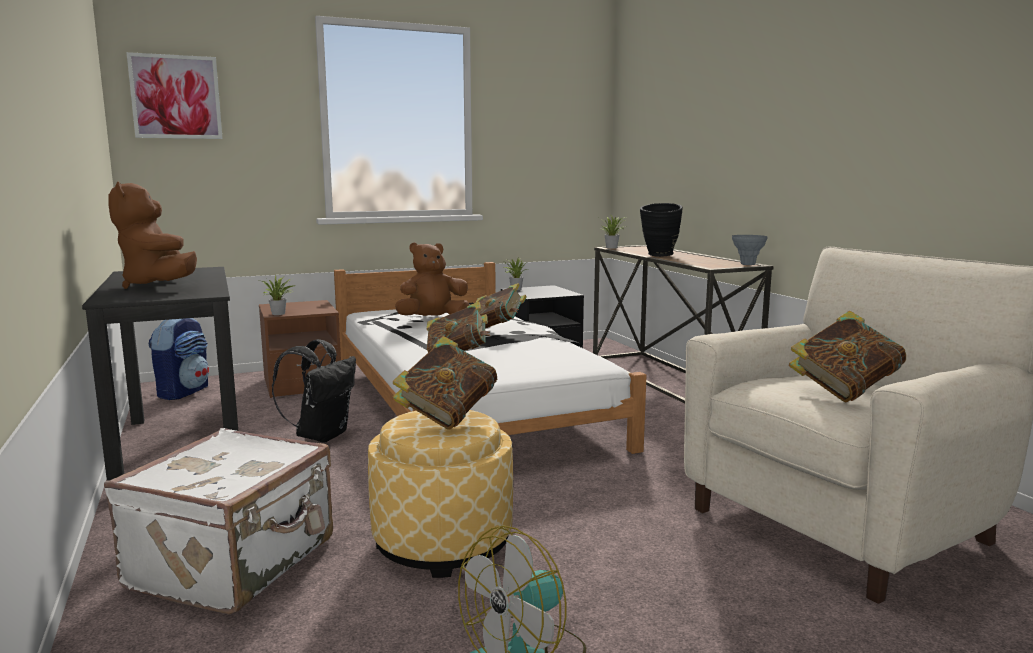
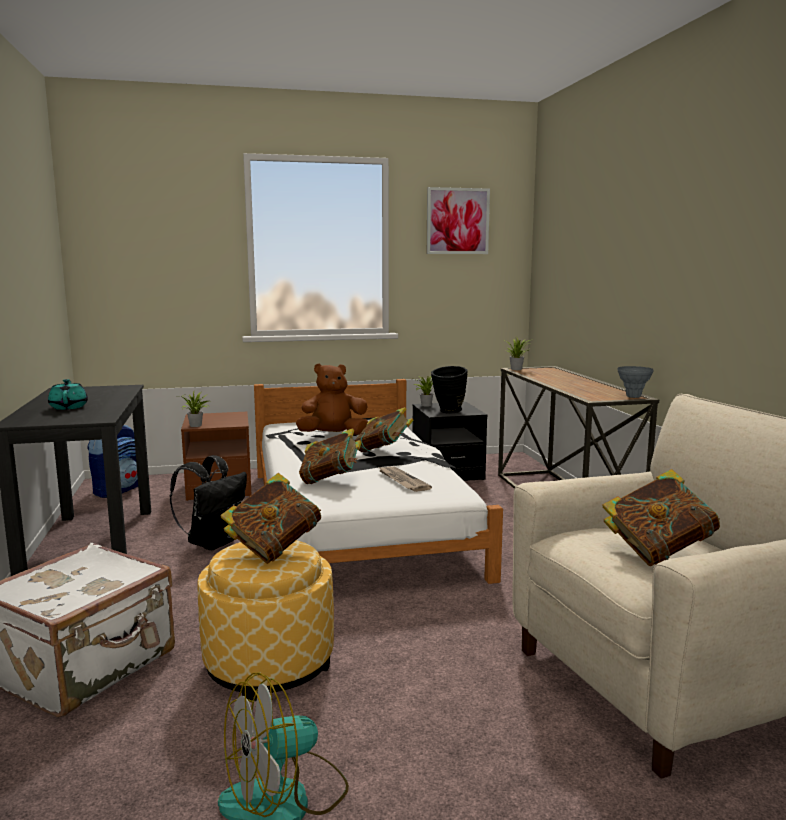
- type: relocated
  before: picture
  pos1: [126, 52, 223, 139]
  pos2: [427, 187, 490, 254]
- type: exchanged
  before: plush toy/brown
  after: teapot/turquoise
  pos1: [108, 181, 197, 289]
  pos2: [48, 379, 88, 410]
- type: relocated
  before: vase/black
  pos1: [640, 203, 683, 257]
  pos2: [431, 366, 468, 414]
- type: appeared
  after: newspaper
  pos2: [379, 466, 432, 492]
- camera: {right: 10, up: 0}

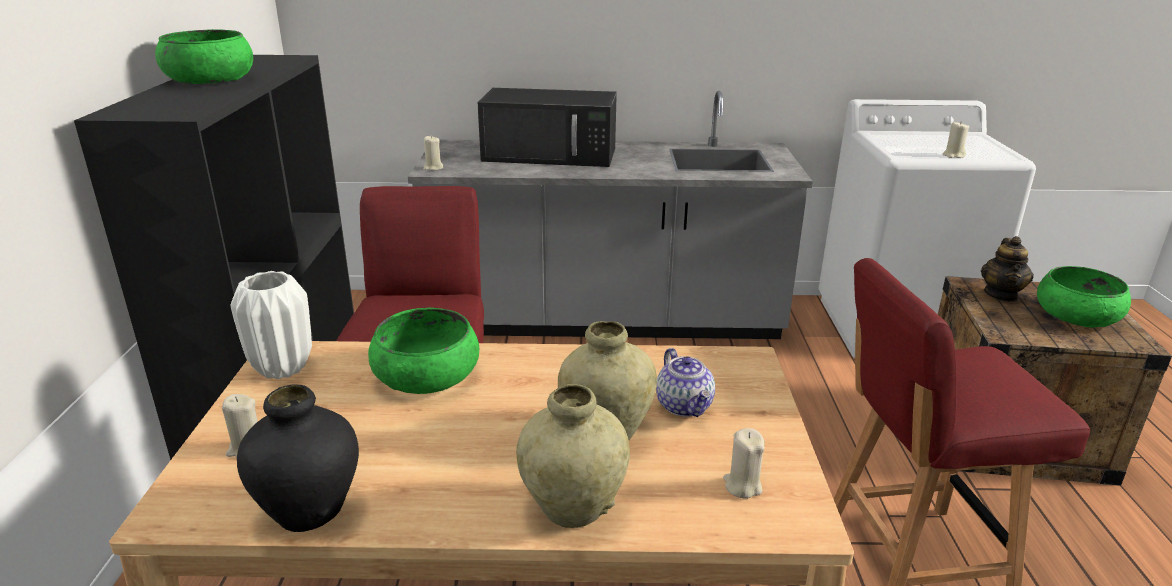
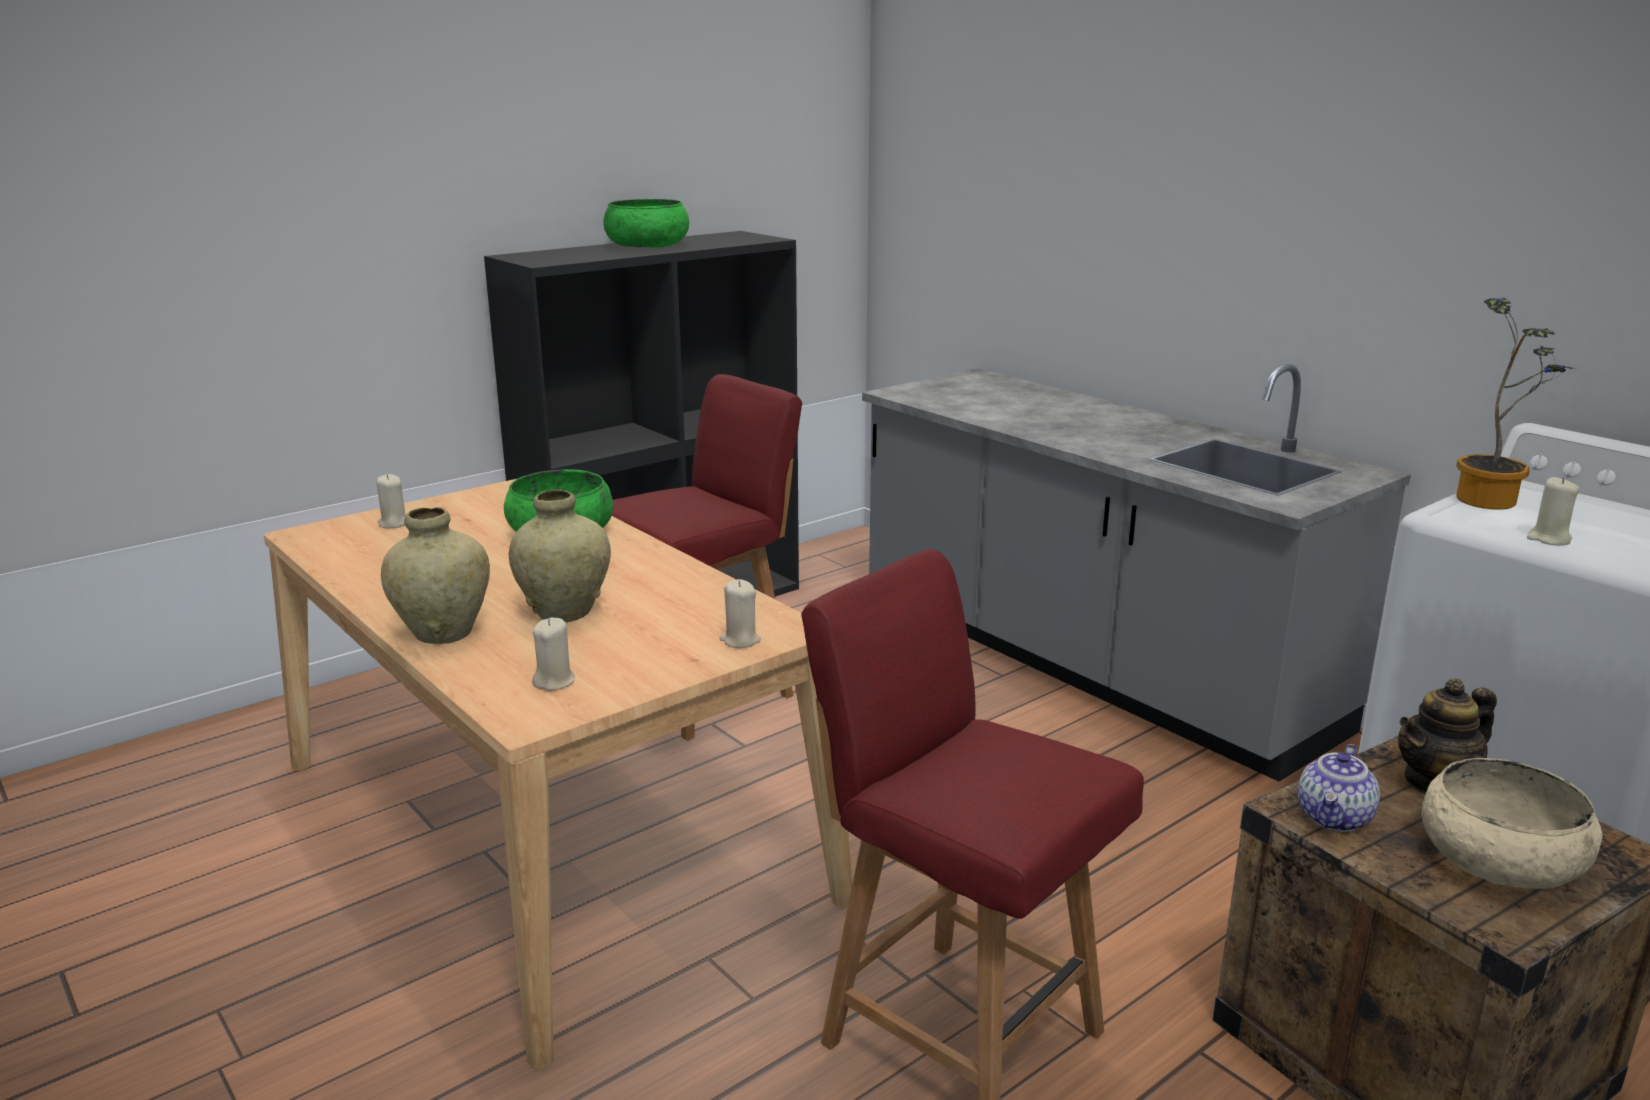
- type: missing
  before: microwave/black
  pos1: [478, 88, 617, 167]
- type: relocated
  before: candle/beige
  pos1: [423, 136, 443, 170]
  pos2: [720, 579, 761, 648]
- type: colour
  before: bowl/green
  after: bowl/beige
  pos1: [1037, 266, 1131, 328]
  pos2: [1422, 758, 1603, 889]
- type: missing
  before: vase/white
  pos1: [230, 271, 312, 379]
- type: relocated
  before: teapot
  pos1: [656, 348, 715, 417]
  pos2: [1298, 744, 1380, 832]
- type: missing
  before: vase/black
  pos1: [237, 384, 359, 532]
- type: appeared
  after: potted plant
  pos2: [1456, 298, 1577, 510]
- camera: {right: 50, up: -5}

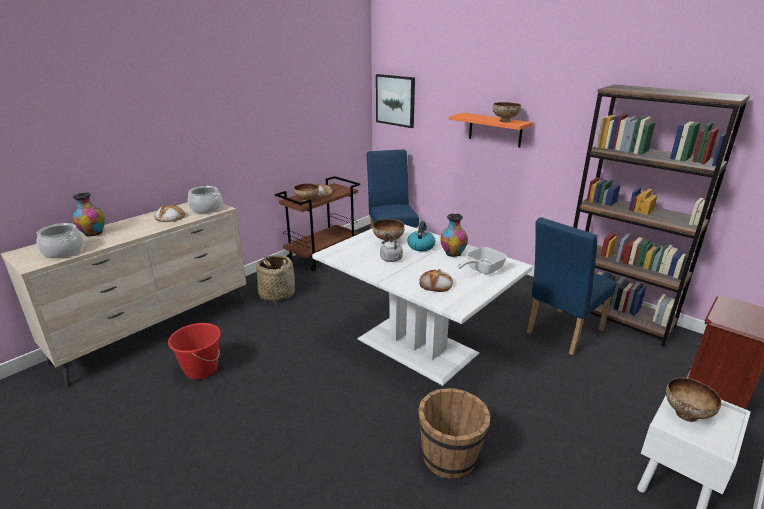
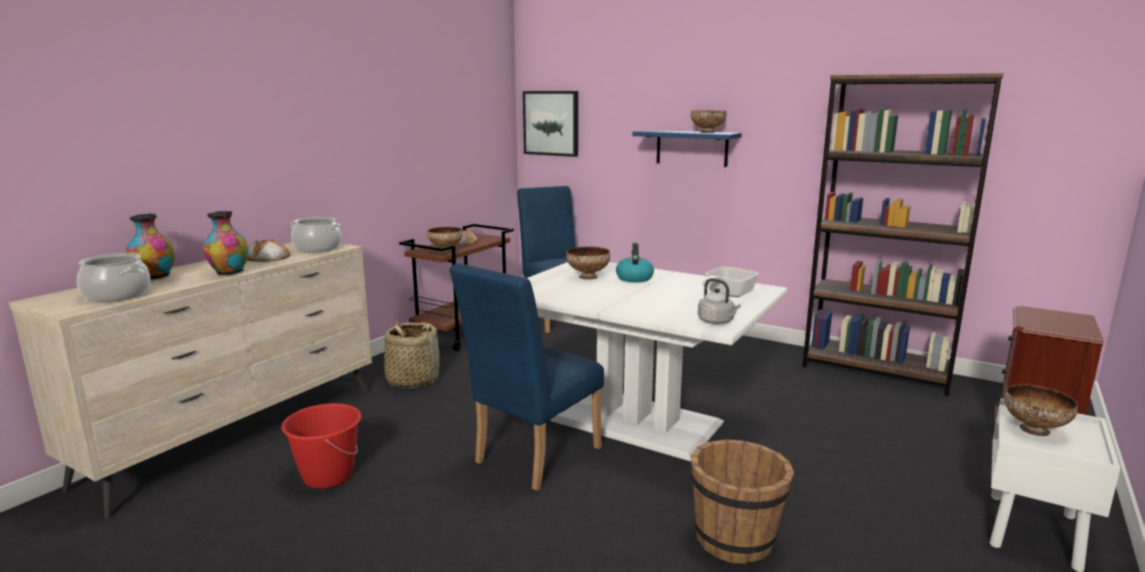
- type: colour
  before: shelf/orange
  after: shelf/blue
  pos1: [449, 113, 533, 147]
  pos2: [632, 130, 741, 167]
- type: relocated
  before: vase
  pos1: [440, 214, 468, 257]
  pos2: [203, 211, 249, 275]
- type: relocated
  before: chair/blue
  pos1: [527, 217, 616, 355]
  pos2: [449, 263, 604, 491]
- type: relocated
  before: kettle/grey
  pos1: [380, 233, 403, 262]
  pos2: [698, 278, 741, 324]
- type: missing
  before: bread
  pos1: [419, 269, 453, 292]
- camera: {right: -10, up: -10}

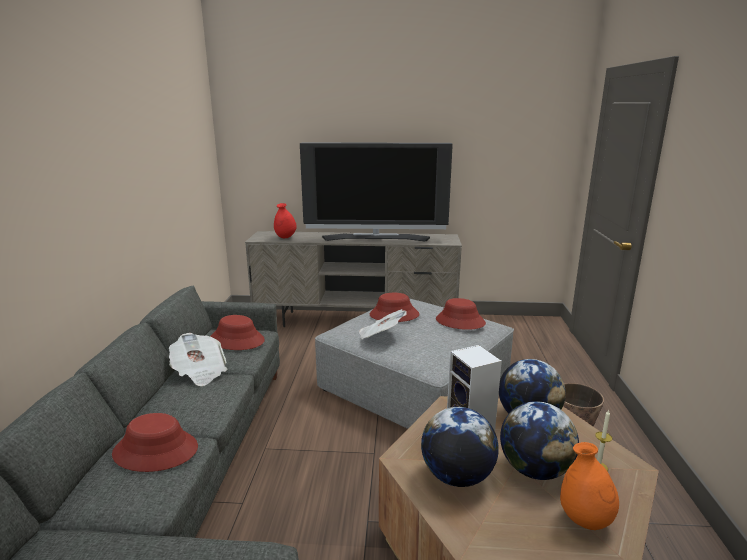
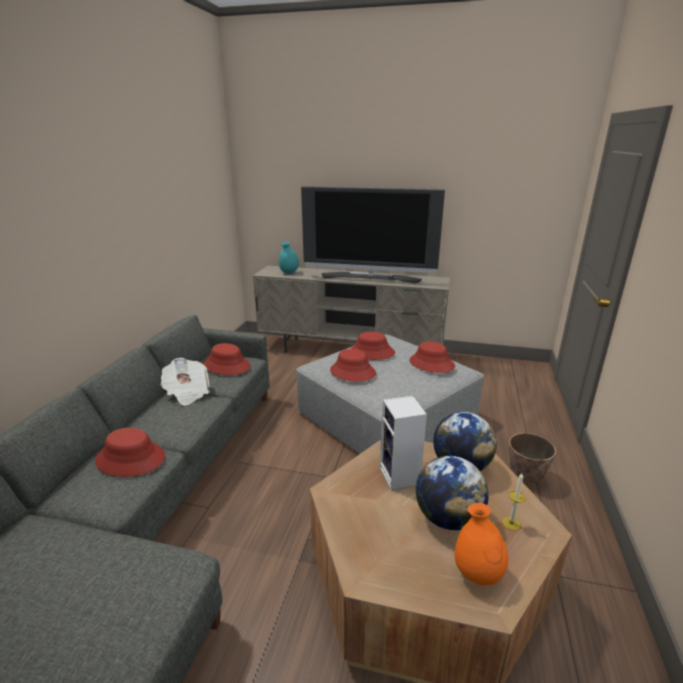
- type: colour
  before: vase/red
  after: vase/turquoise
  pos1: [274, 203, 297, 238]
  pos2: [279, 242, 299, 274]
- type: exchanged
  before: newspaper
  after: hat/red
  pos1: [359, 309, 407, 340]
  pos2: [330, 349, 376, 382]
- type: missing
  before: globe
  pos1: [421, 407, 499, 487]
- camera: {right: 10, up: 5}

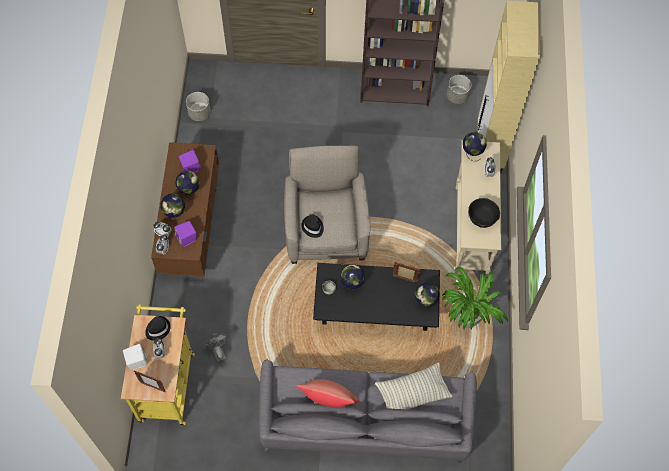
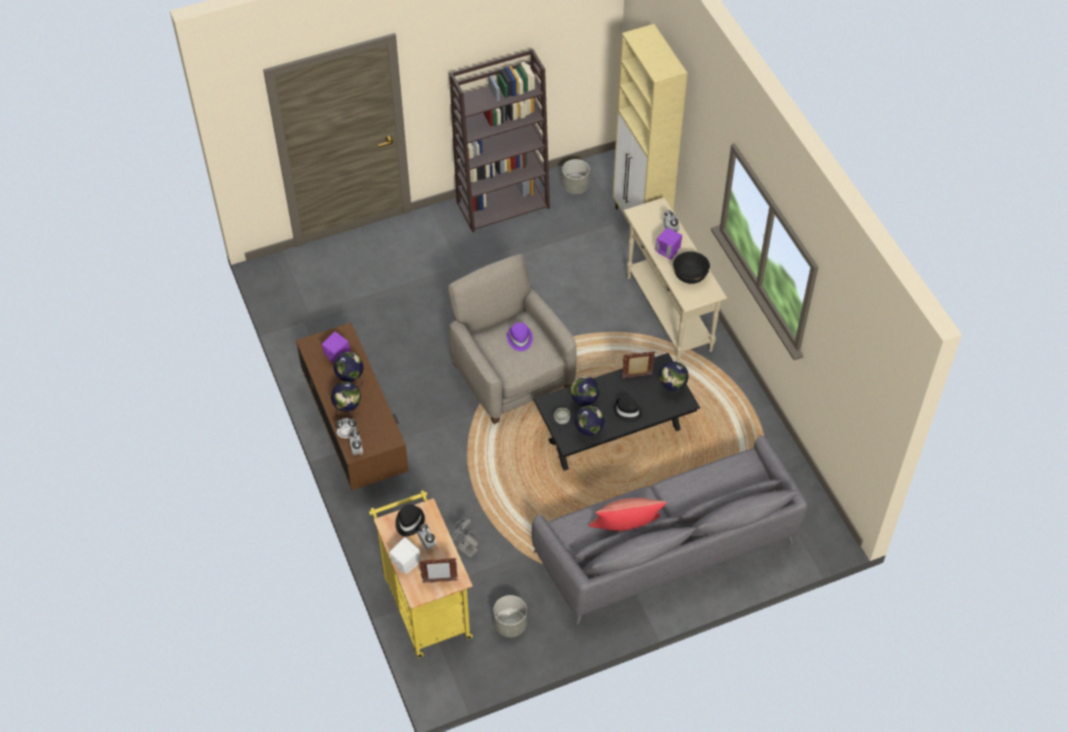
- type: relocated
  before: planter/grey
  pos1: [186, 92, 211, 121]
  pos2: [493, 595, 527, 637]
- type: relocated
  before: globe
  pos1: [463, 132, 487, 161]
  pos2: [575, 406, 605, 442]
- type: relocated
  before: hat/black
  pos1: [301, 215, 324, 238]
  pos2: [614, 395, 643, 422]
- type: relocated
  before: speaker/purple
  pos1: [175, 221, 197, 246]
  pos2: [655, 228, 682, 260]
- type: missing
  before: potted plant
  pos1: [442, 267, 508, 329]
- type: missing
  before: pillow
  pos1: [375, 363, 452, 409]
- type: appeared
  after: hat/purple
  pos2: [507, 322, 533, 351]
- camera: {right: -25, up: -10}

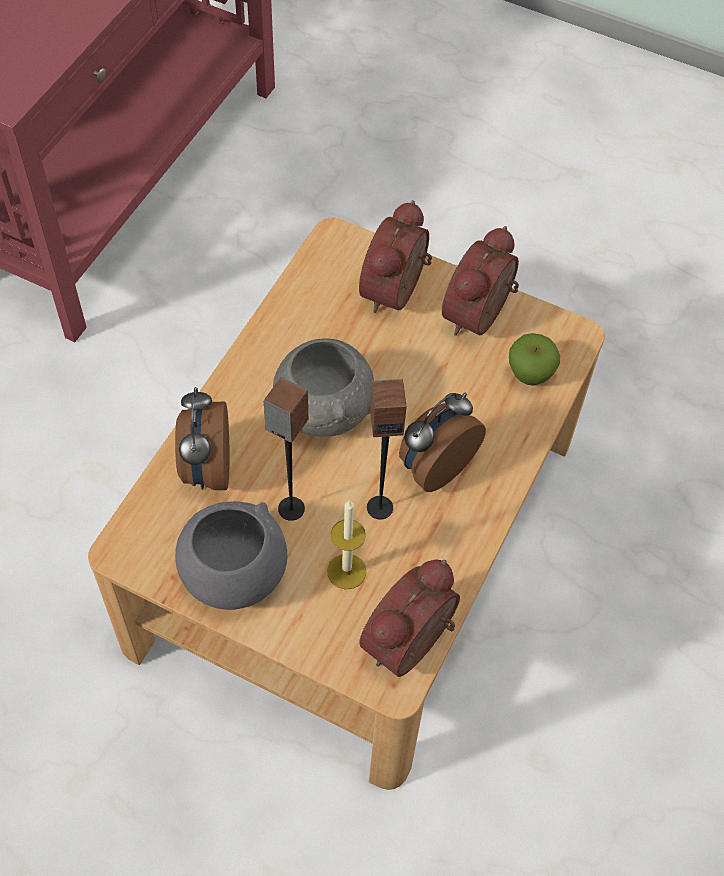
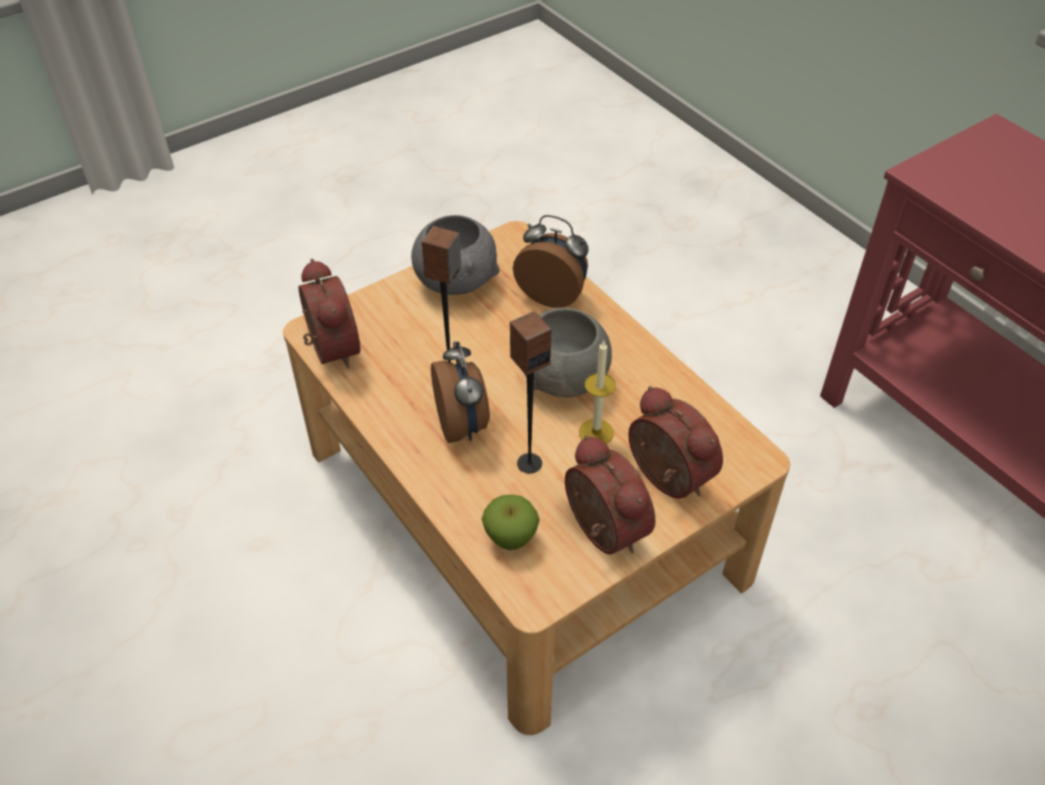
- type: relocated
  before: speaker
  pos1: [264, 377, 308, 521]
  pos2: [510, 311, 551, 473]
- type: relocated
  before: candle
  pos1: [327, 500, 367, 589]
  pos2: [579, 341, 616, 444]
- camera: {right: 120, up: -10}

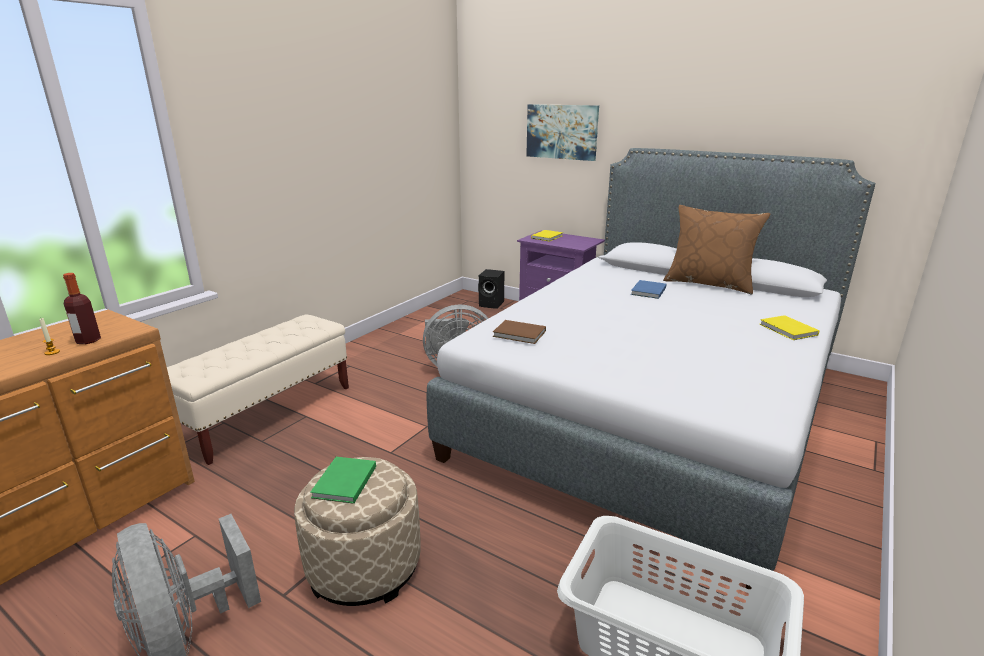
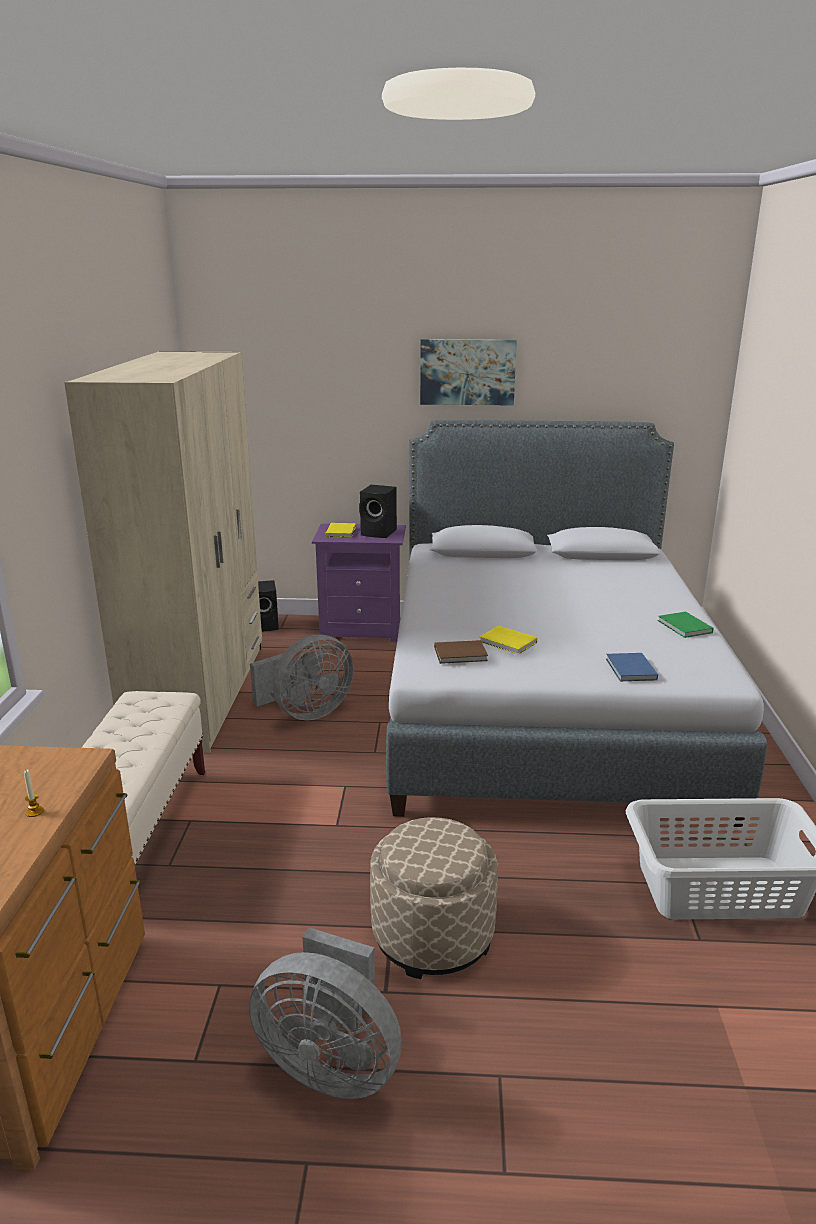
- type: relocated
  before: picture
  pos1: [526, 104, 599, 161]
  pos2: [420, 339, 517, 405]
- type: missing
  before: pillow/brown
  pos1: [663, 205, 770, 295]
- type: missing
  before: bottle
  pos1: [63, 273, 101, 344]
- type: relocated
  before: book/blue
  pos1: [631, 280, 666, 299]
  pos2: [606, 653, 658, 681]
- type: relocated
  before: book/yellow
  pos1: [759, 315, 820, 340]
  pos2: [479, 626, 537, 655]
- type: relocated
  before: book/green
  pos1: [310, 457, 376, 504]
  pos2: [658, 612, 714, 638]
- type: appeared
  after: wardrobe/beige
  pos2: [64, 351, 262, 753]
- type: appeared
  after: speaker/black
  pos2: [359, 485, 397, 538]
- camera: {right: -30, up: 0}

